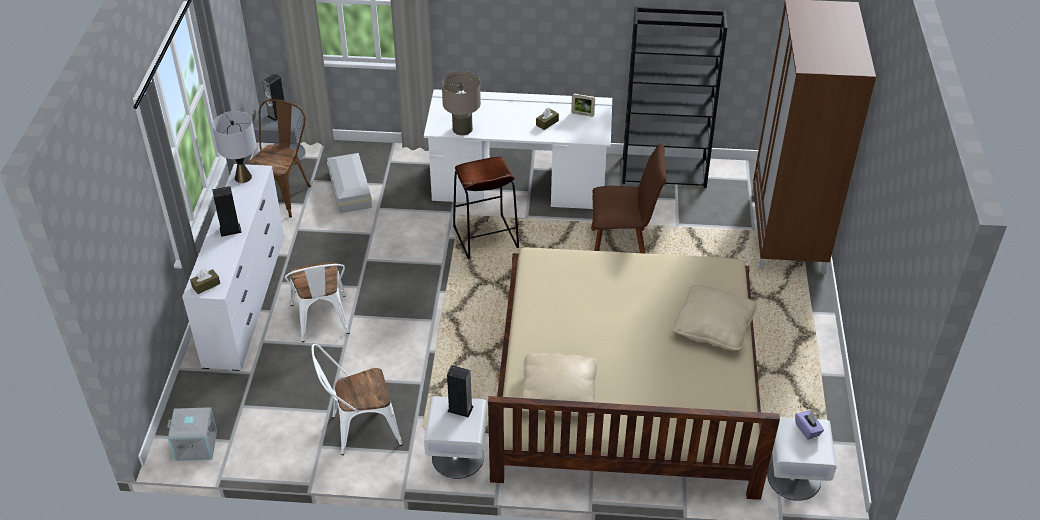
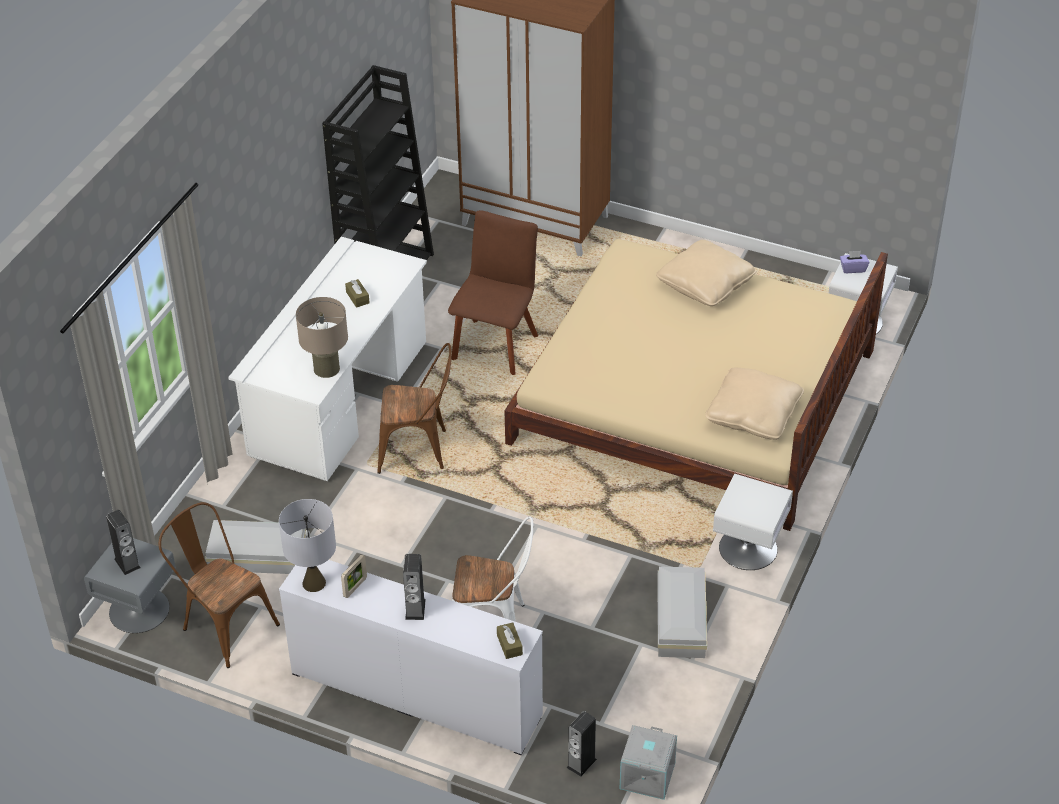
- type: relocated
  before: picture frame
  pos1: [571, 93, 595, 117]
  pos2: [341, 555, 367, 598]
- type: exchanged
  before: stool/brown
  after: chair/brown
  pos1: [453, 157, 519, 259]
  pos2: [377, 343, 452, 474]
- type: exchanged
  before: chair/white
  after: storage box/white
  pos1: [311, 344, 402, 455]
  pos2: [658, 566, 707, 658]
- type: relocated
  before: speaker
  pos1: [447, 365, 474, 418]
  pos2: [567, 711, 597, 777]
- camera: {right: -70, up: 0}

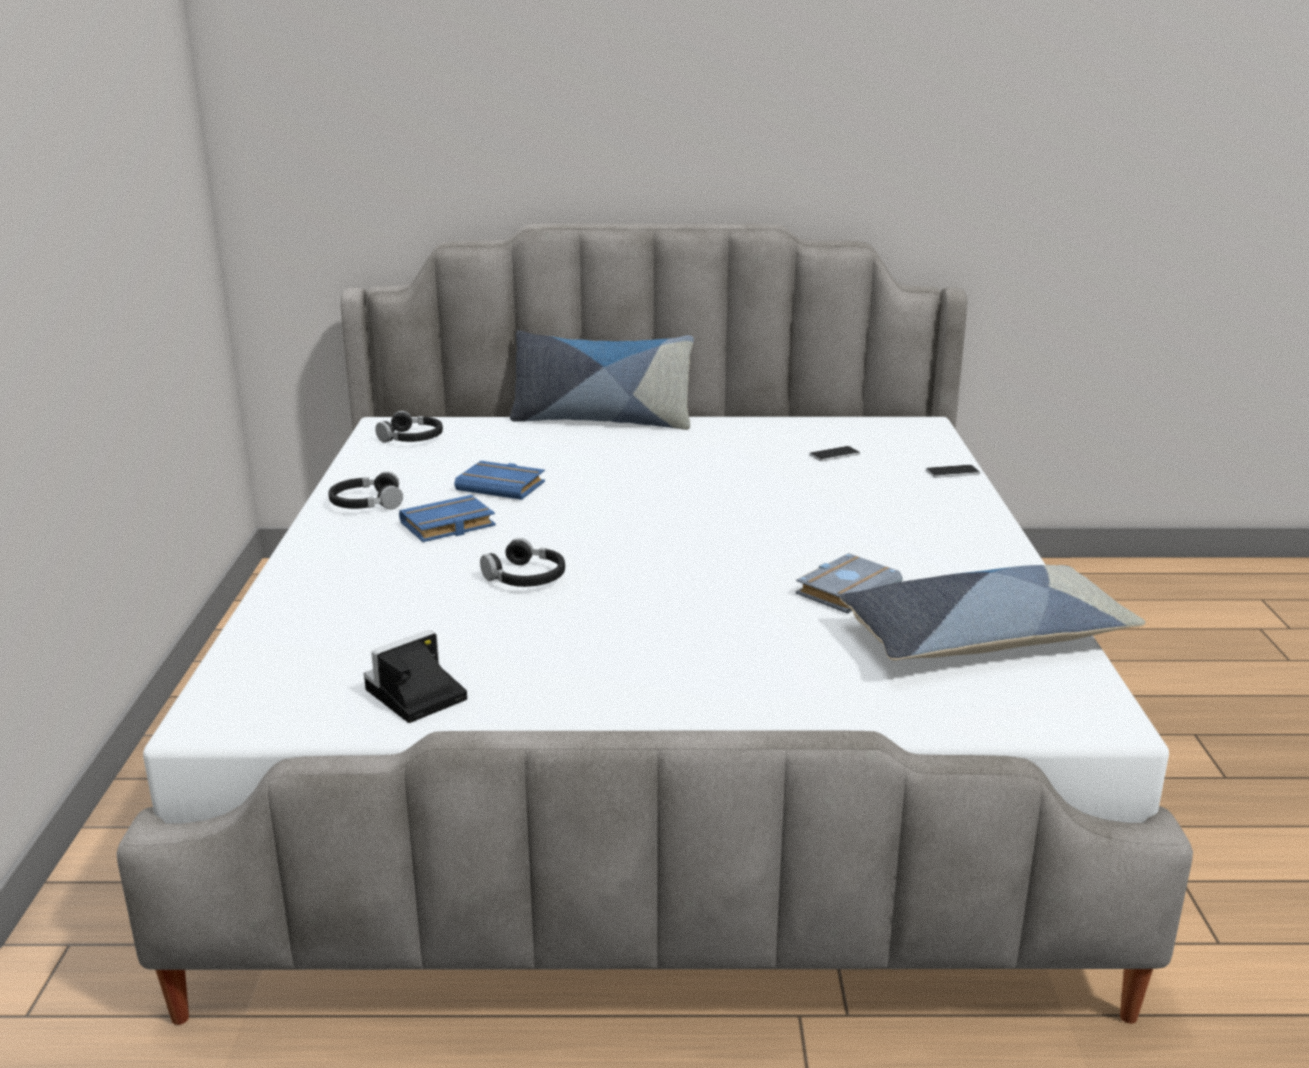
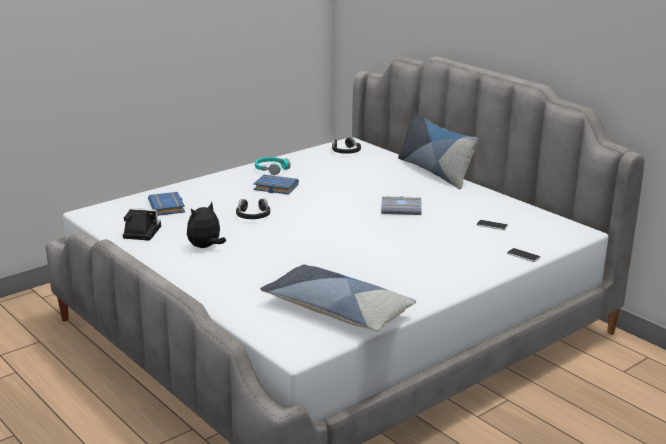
- type: relocated
  before: book/blue
  pos1: [454, 461, 545, 500]
  pos2: [148, 192, 185, 216]
- type: colour
  before: headphones/black
  after: headphones/turquoise
  pos1: [328, 471, 403, 510]
  pos2: [255, 157, 290, 175]
- type: relocated
  before: book/grey
  pos1: [796, 553, 903, 614]
  pos2: [381, 196, 422, 215]
- type: appeared
  after: plush toy
  pos2: [187, 202, 226, 248]
- camera: {right: 50, up: 0}

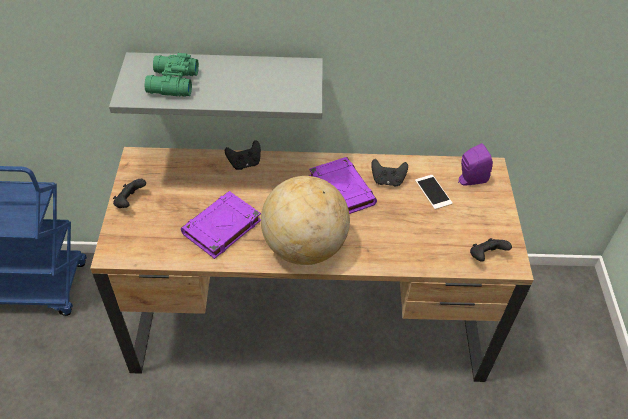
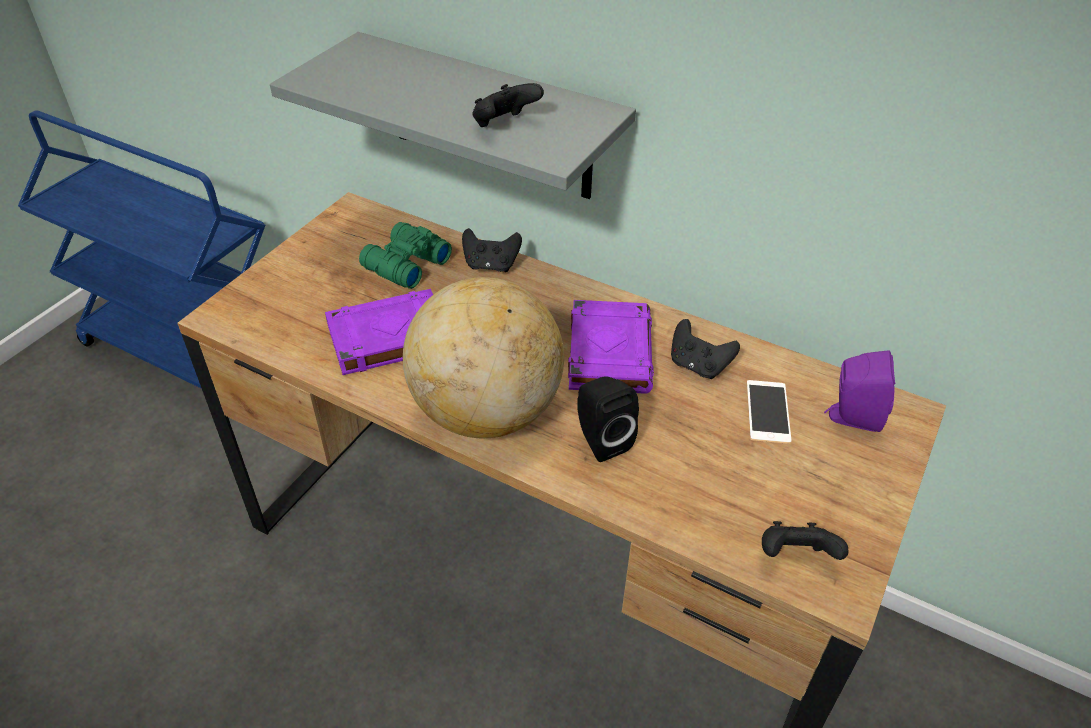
- type: relocated
  before: binoculars/green
  pos1: [144, 53, 199, 97]
  pos2: [359, 222, 452, 289]
- type: relocated
  before: game controller/black
  pos1: [113, 179, 146, 208]
  pos2: [472, 83, 544, 127]
- type: appeared
  after: speaker/black
  pos2: [577, 376, 639, 462]
- camera: {right: 30, up: -5}

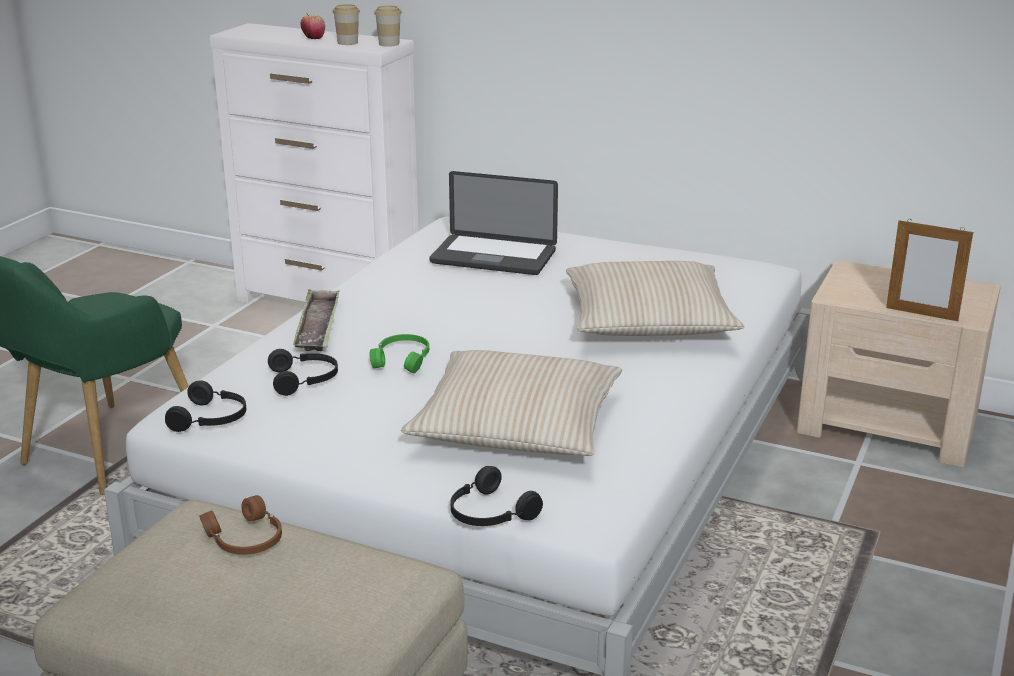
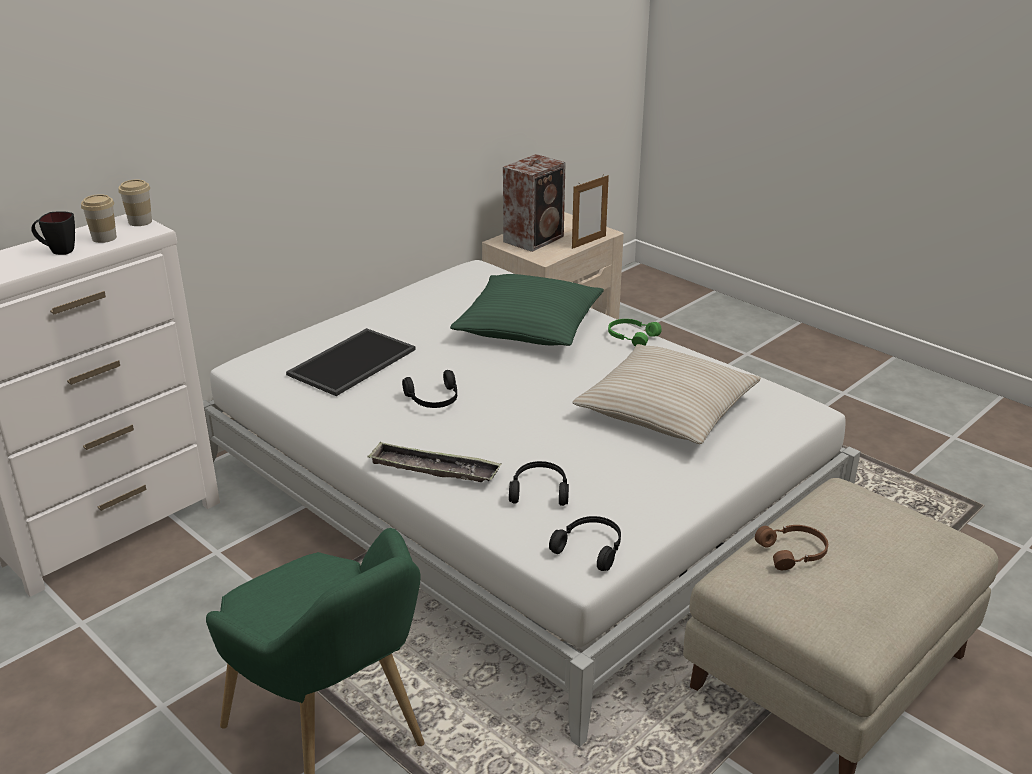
- type: exchanged
  before: apple
  after: mug/black
  pos1: [301, 13, 325, 39]
  pos2: [31, 211, 75, 255]
- type: exchanged
  before: laptop
  after: tray
  pos1: [429, 171, 558, 275]
  pos2: [286, 328, 416, 396]
- type: colour
  before: pillow/beige
  after: pillow/green
  pos1: [566, 261, 744, 336]
  pos2: [450, 274, 604, 346]
- type: relocated
  before: headphones/green
  pos1: [370, 334, 429, 373]
  pos2: [608, 319, 662, 346]
- type: relocated
  before: headphones/black
  pos1: [451, 466, 543, 526]
  pos2: [402, 370, 457, 408]
- type: appeared
  after: speaker
  pos2: [503, 154, 566, 252]
- camera: {right: -70, up: 5}

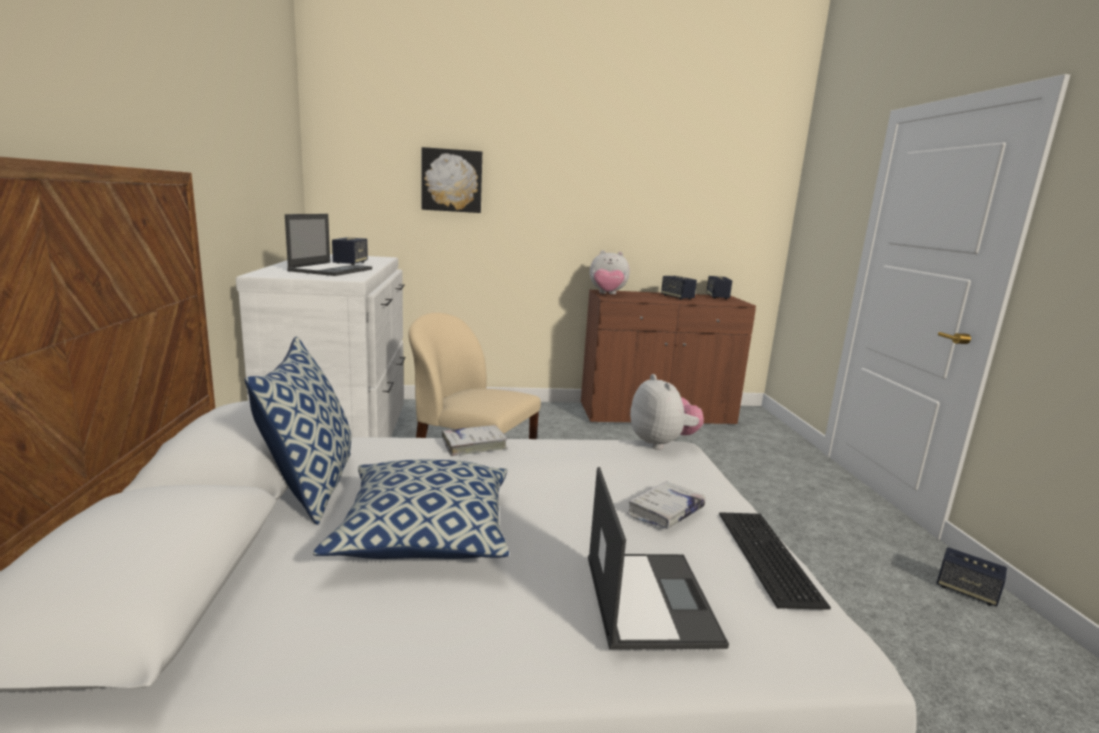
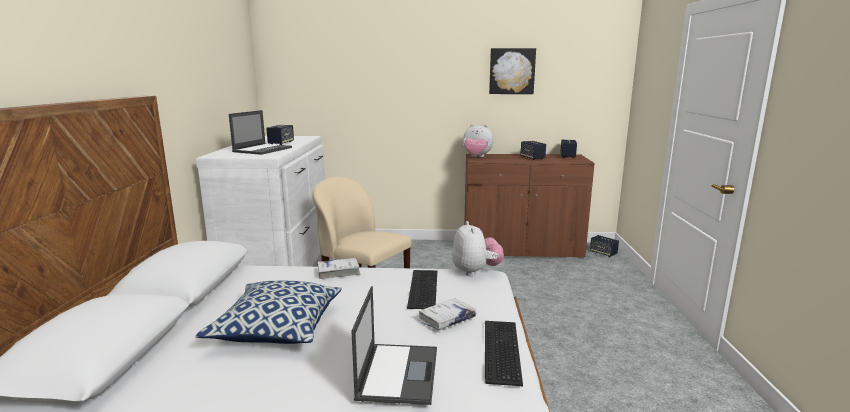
- type: relocated
  before: picture
  pos1: [422, 147, 482, 213]
  pos2: [489, 48, 536, 94]
- type: missing
  before: pillow
  pos1: [244, 336, 351, 525]
- type: relocated
  before: speaker
  pos1: [937, 547, 1007, 607]
  pos2: [590, 235, 619, 257]
- type: appeared
  after: keyboard
  pos2: [407, 270, 437, 309]
- camera: {right: 10, up: 0}

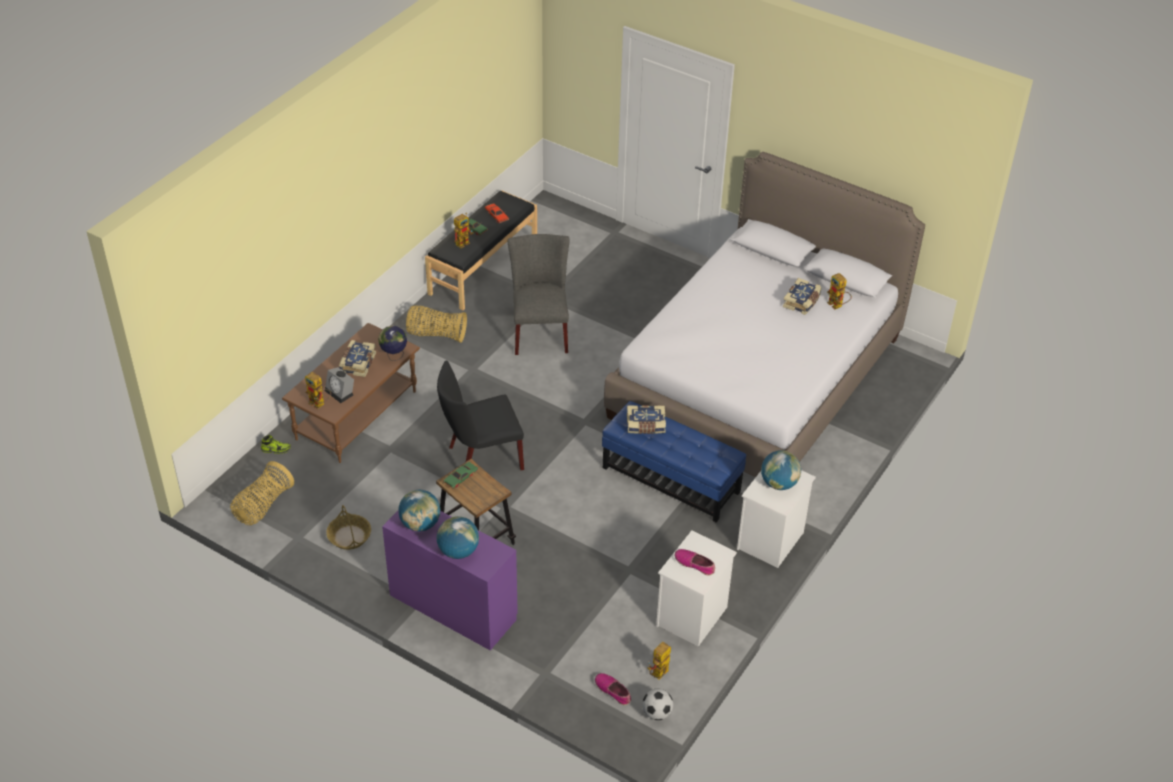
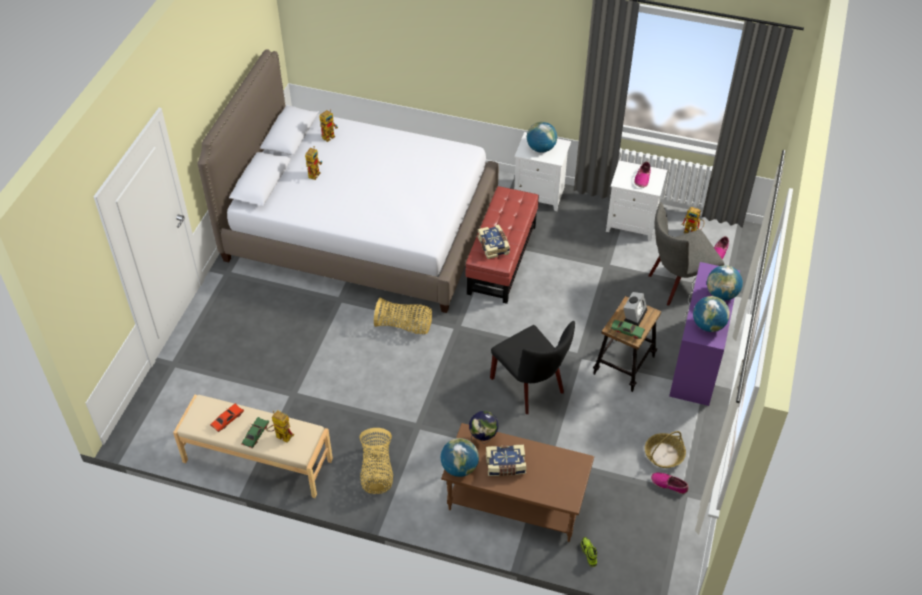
- type: colour
  before: bench/black
  after: bench/beige
  pos1: [425, 191, 537, 310]
  pos2: [173, 395, 333, 498]
- type: relocated
  before: chair/grey
  pos1: [508, 234, 569, 355]
  pos2: [649, 202, 724, 306]
- type: missing
  before: book
  pos1: [783, 278, 822, 315]
- type: relocated
  before: alarm clock
  pos1: [325, 367, 354, 403]
  pos2: [624, 292, 647, 326]
- type: relocated
  before: toy robot
  pos1: [305, 372, 331, 409]
  pos2: [305, 146, 323, 180]
- type: colour
  before: ottoman/blue
  after: ottoman/red
  pos1: [602, 401, 746, 522]
  pos2: [466, 186, 539, 304]
- type: relocated
  before: basket
  pos1: [230, 461, 294, 525]
  pos2: [374, 297, 432, 334]
- type: missing
  before: football
  pos1: [642, 689, 674, 720]
- type: appeared
  after: globe
  pos2: [441, 438, 479, 477]
- type: appeared
  after: shoe
  pos2: [651, 472, 689, 494]
- camera: {right: -105, up: 5}

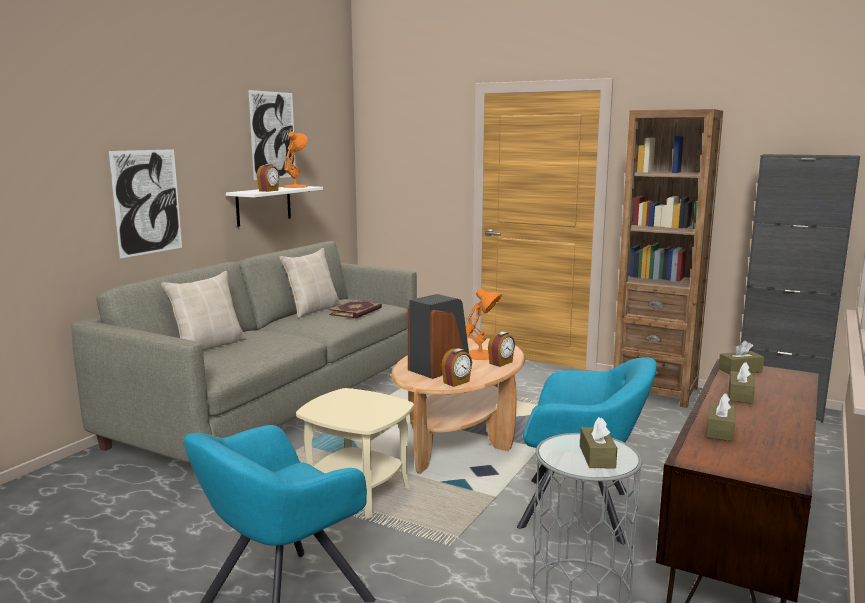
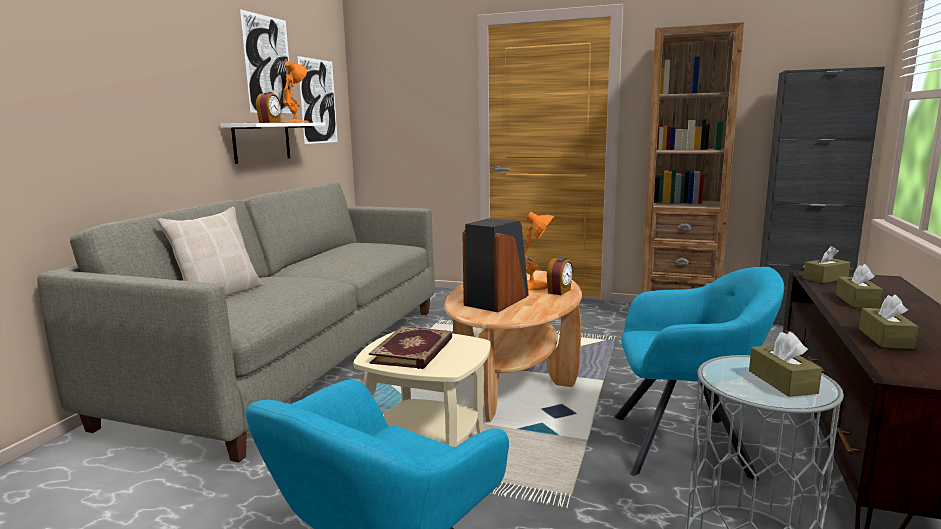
- type: relocated
  before: picture
  pos1: [109, 149, 182, 258]
  pos2: [297, 56, 338, 144]
- type: missing
  before: pillow/beige
  pos1: [279, 248, 341, 318]
- type: relocated
  before: book
  pos1: [329, 299, 382, 319]
  pos2: [369, 326, 452, 369]
- type: missing
  before: alarm clock
  pos1: [441, 349, 472, 387]
- camera: {right: -10, up: 0}

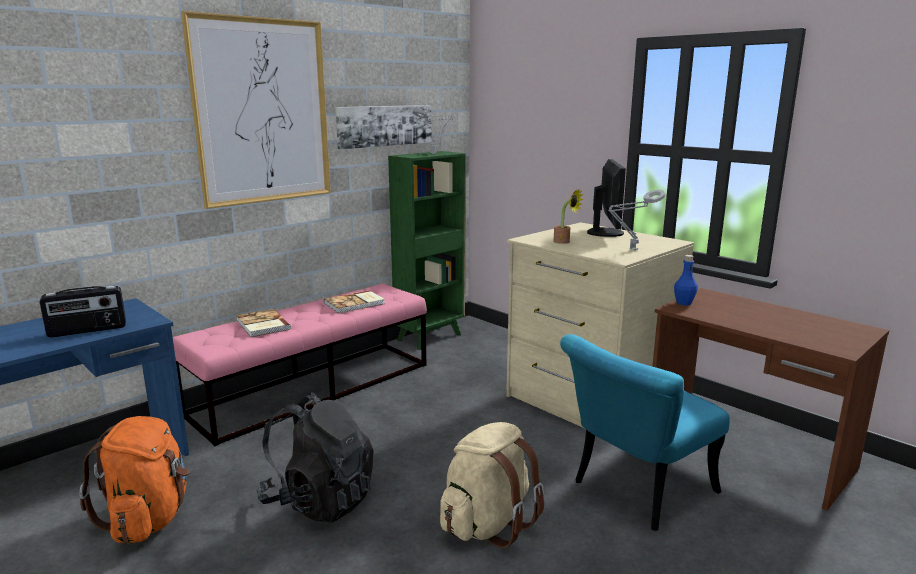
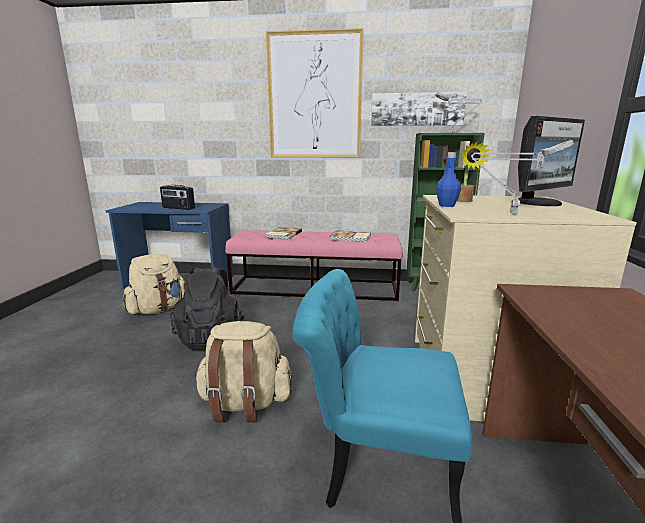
- type: relocated
  before: bottle/blue
  pos1: [674, 255, 698, 306]
  pos2: [436, 152, 461, 207]
- type: colour
  before: backpack/orange
  after: backpack/beige
  pos1: [79, 416, 190, 544]
  pos2: [123, 253, 185, 314]
- camera: {right: 50, up: 0}

